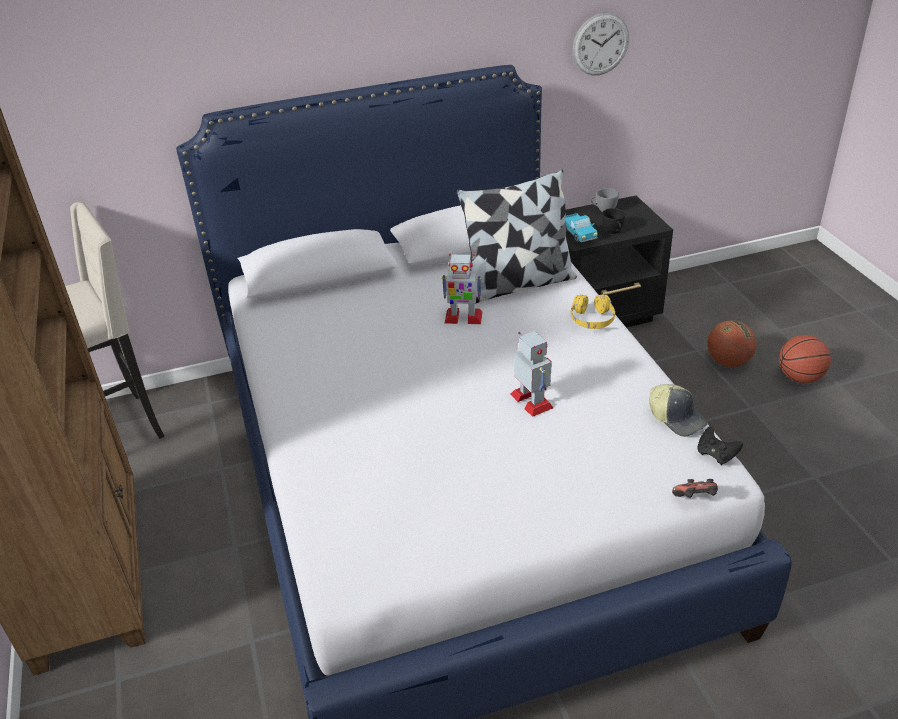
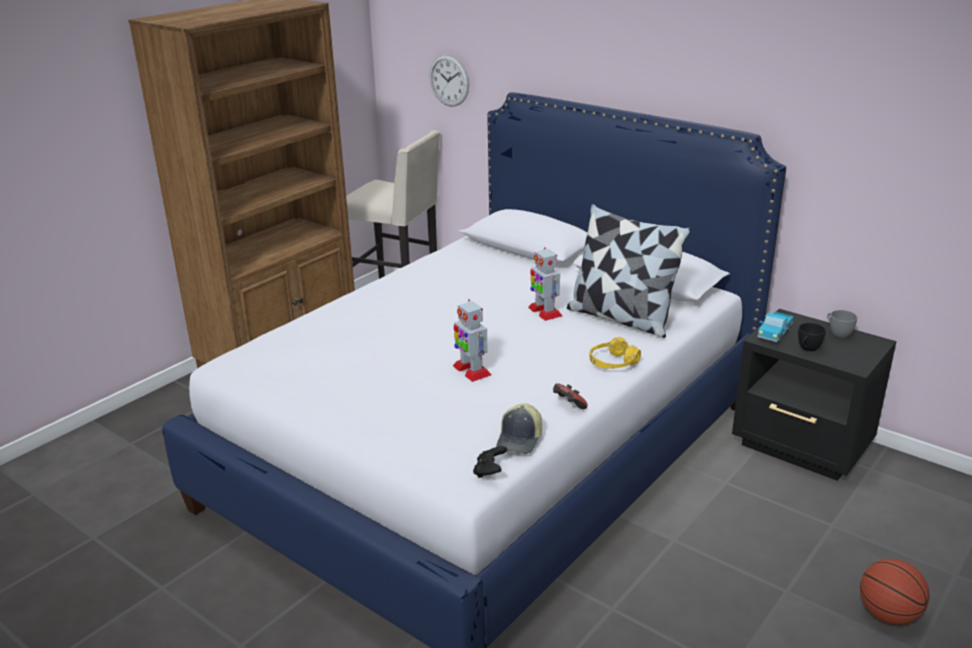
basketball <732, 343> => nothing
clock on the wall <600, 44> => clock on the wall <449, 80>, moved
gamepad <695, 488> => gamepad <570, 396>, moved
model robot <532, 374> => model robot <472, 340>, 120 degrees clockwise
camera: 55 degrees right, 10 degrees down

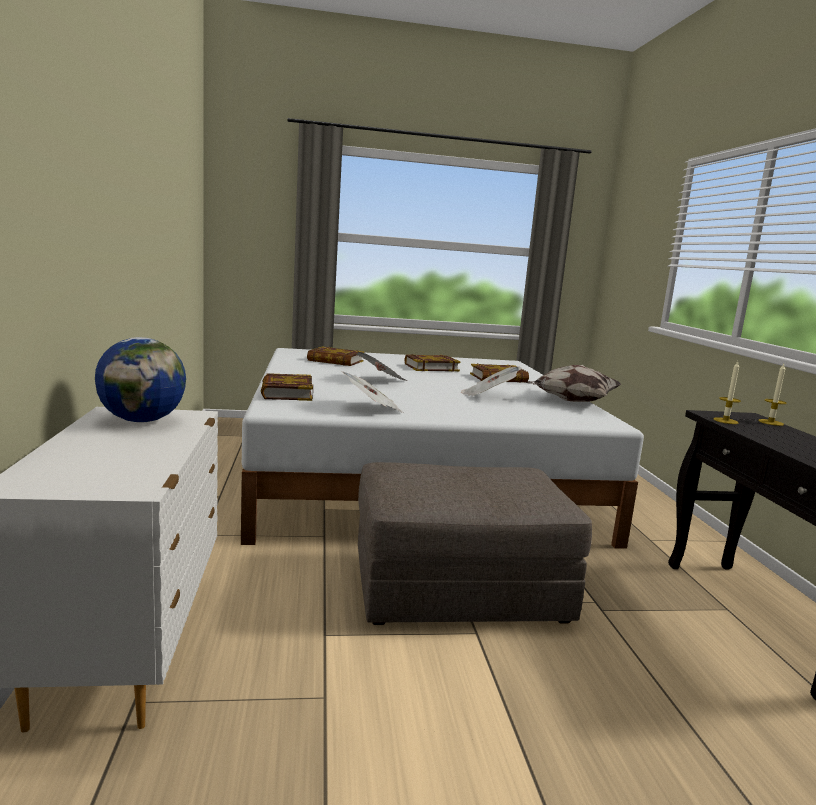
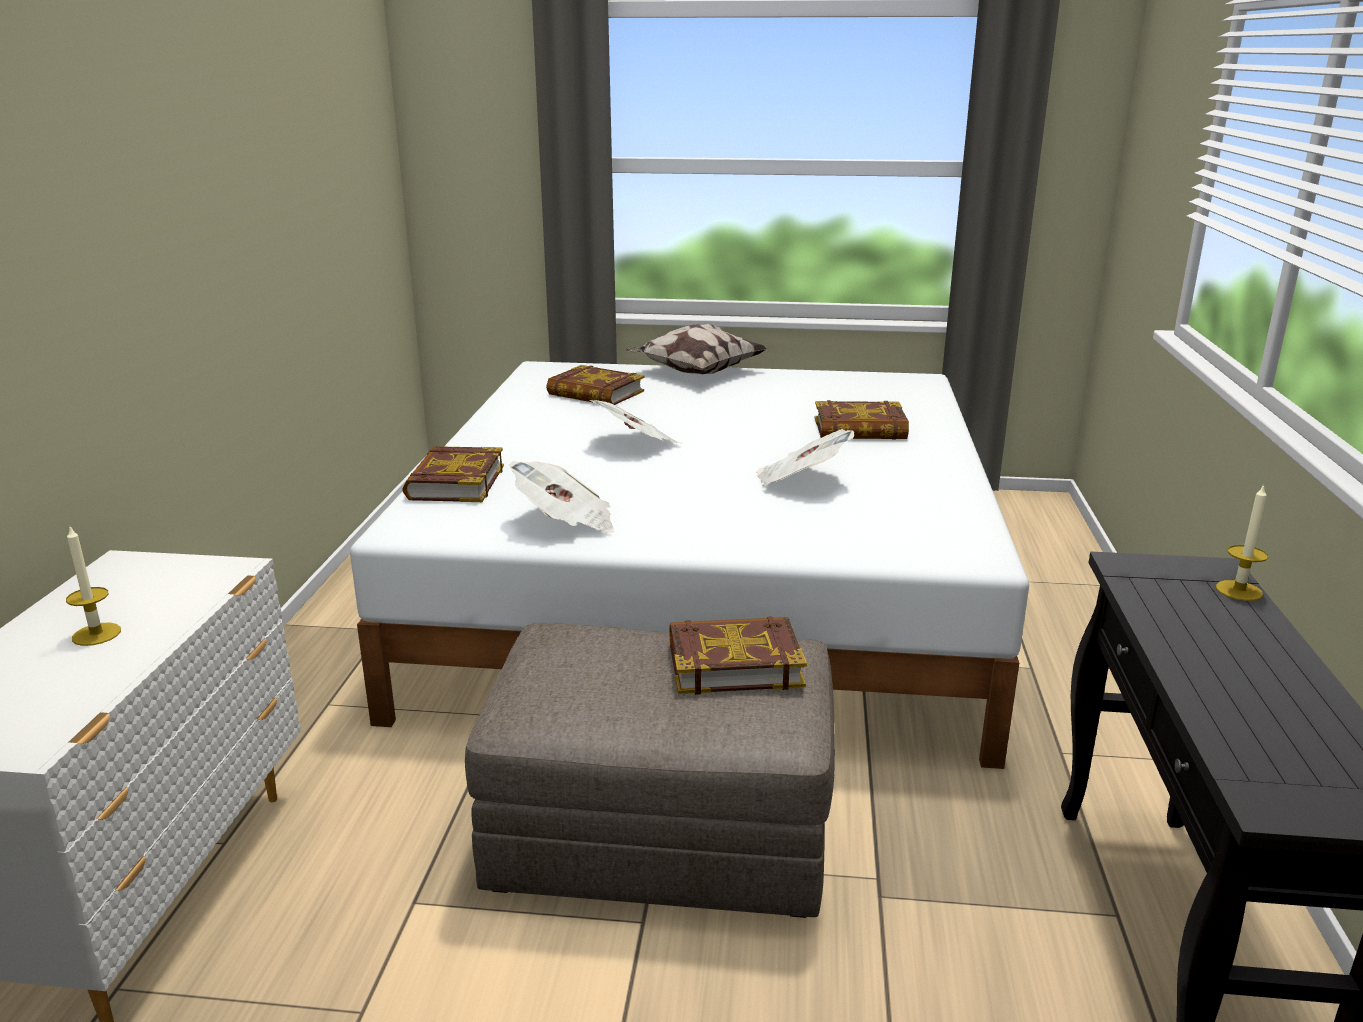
desk globe <140, 380> => nothing
book <433, 363> => book <738, 655>, moved
throw pillow <573, 383> => throw pillow <696, 349>, moved
wax light <727, 393> => wax light <93, 586>, moved
camera: 15 degrees right, 10 degrees up

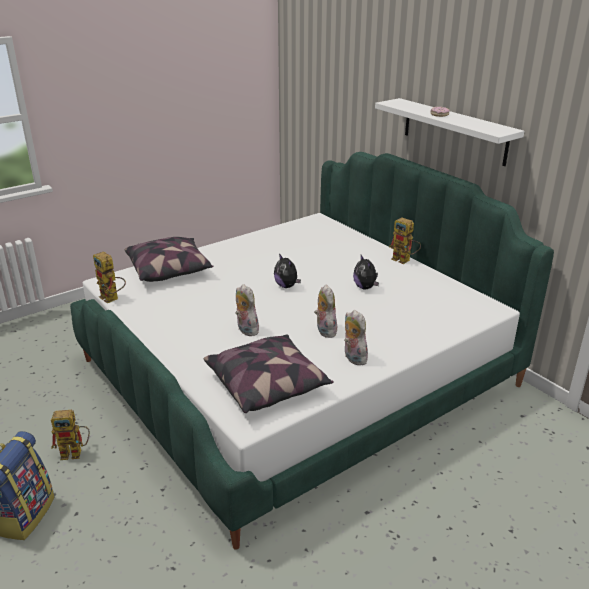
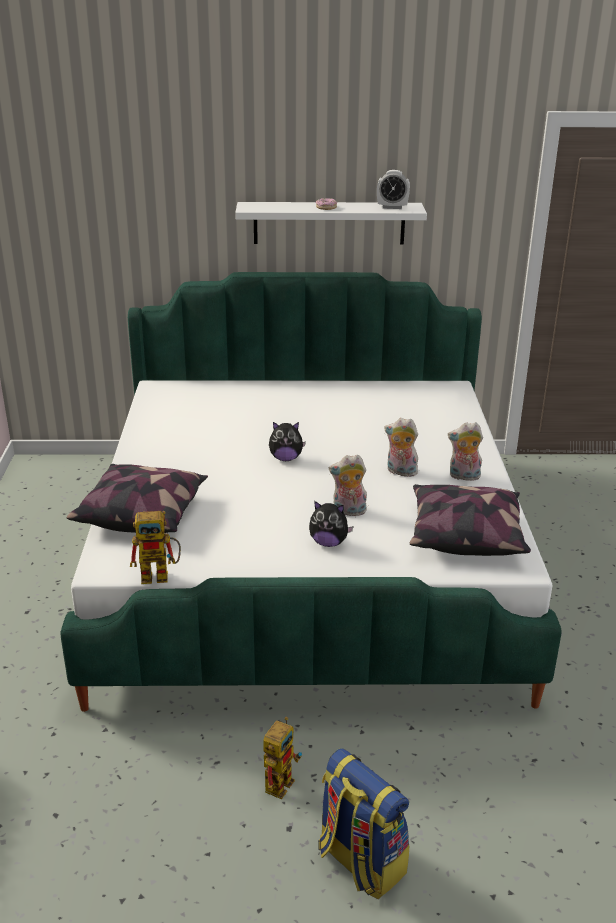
model robot <405, 241> => nothing
nothing => alarm clock <393, 189>
soft toy <366, 272> => soft toy <331, 524>, moved
camera: 55 degrees left, 0 degrees up

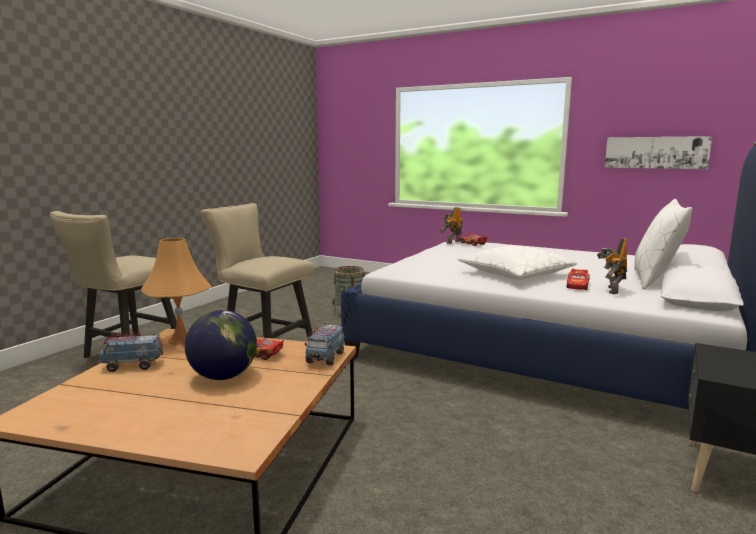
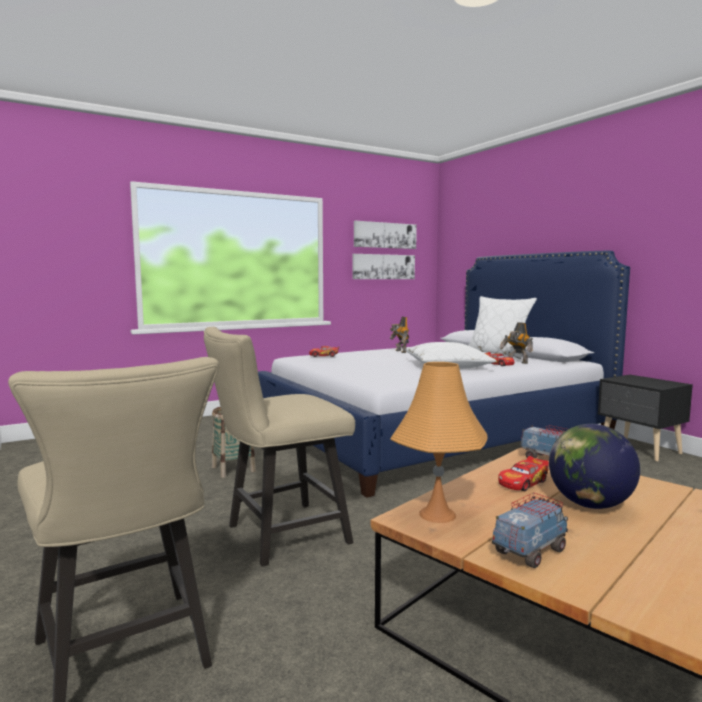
nothing => wall picture <385, 235>
model robot <451, 225> => model robot <399, 335>, moved
toy lorry <131, 351> => toy lorry <530, 530>, 150 degrees counterclockwise
camera: 60 degrees left, 5 degrees down

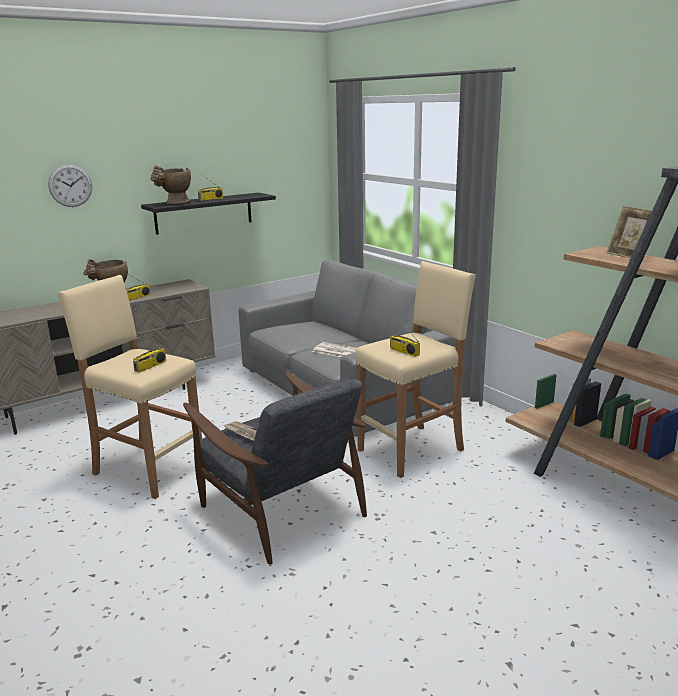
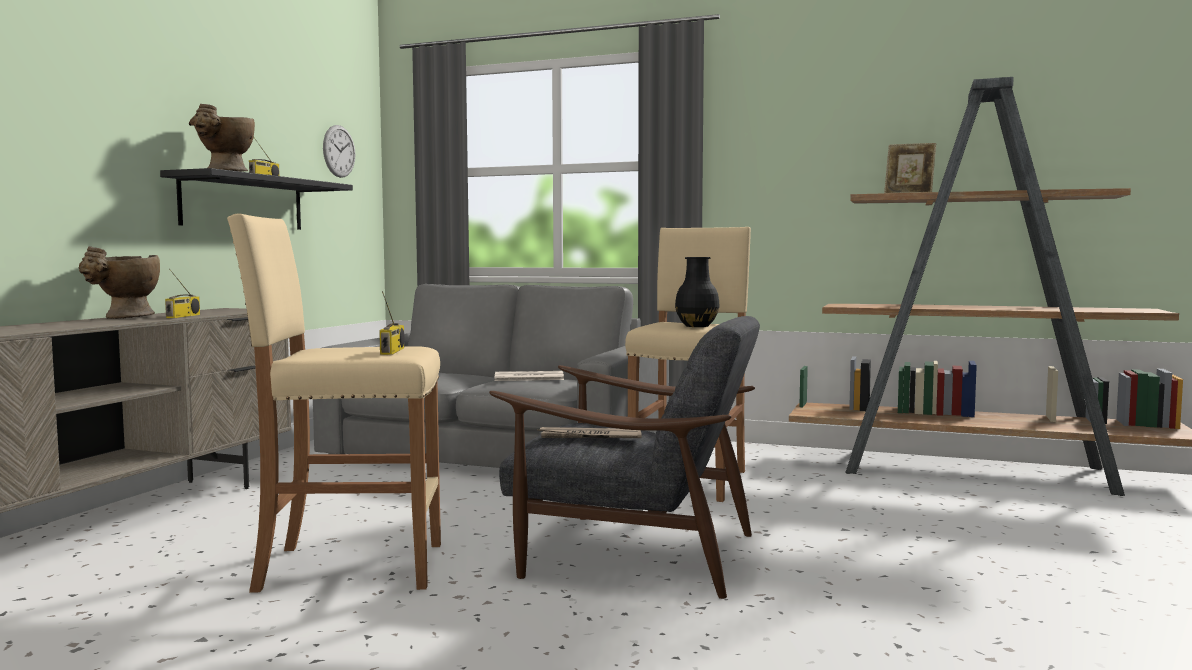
clock on the wall <70, 185> => clock on the wall <339, 151>, moved
radio receiver <405, 337> => decorative vase (black) <697, 292>
camera: 35 degrees left, 15 degrees down

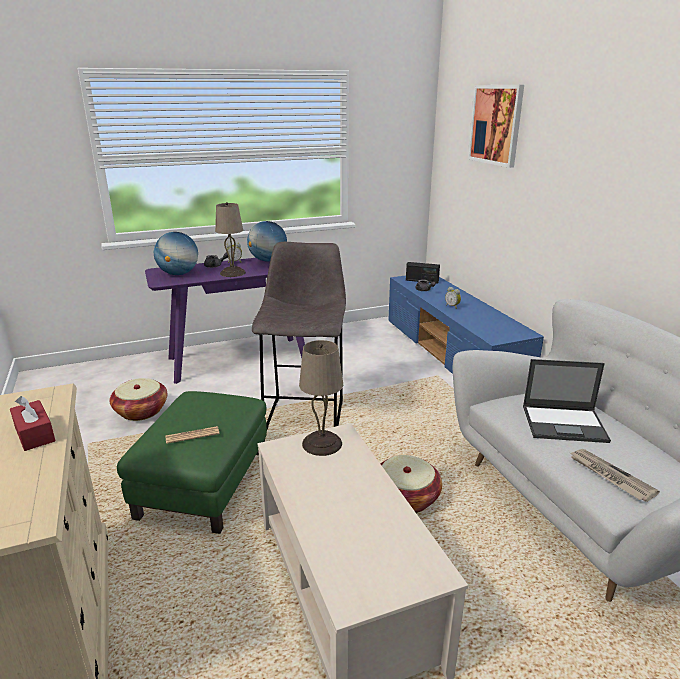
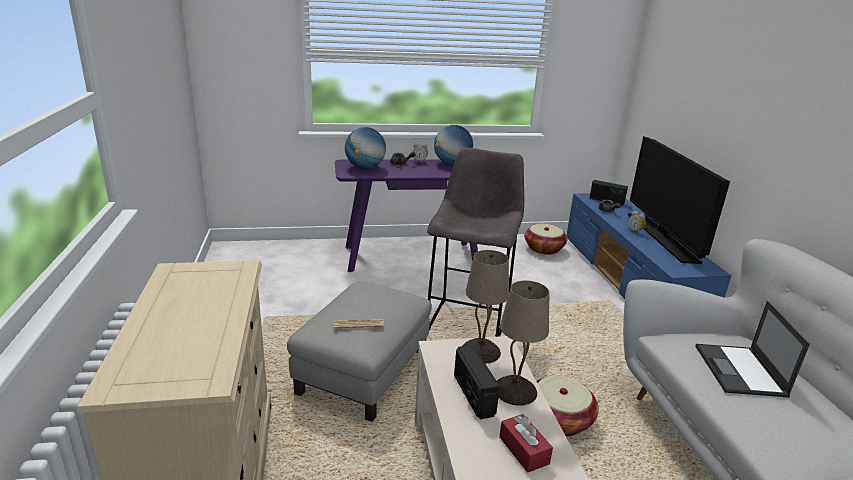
wall picture <496, 126> => nothing
printed paper <615, 475> => nothing
nothing => radio receiver <477, 382>
nothing => TV set <679, 200>
box of tissues (red-coloured) <33, 423> => box of tissues (red-coloured) <526, 443>, moved
basket <139, 399> => basket <546, 239>, moved
lamp for a table (sand-coloured) <230, 239> => lamp for a table (sand-coloured) <523, 343>, moved
footrest (greenish) <192, 462> => footrest (gray) <359, 351>
portable computer <567, 401> => portable computer <752, 349>, 75 degrees clockwise
camera: 10 degrees right, 0 degrees up

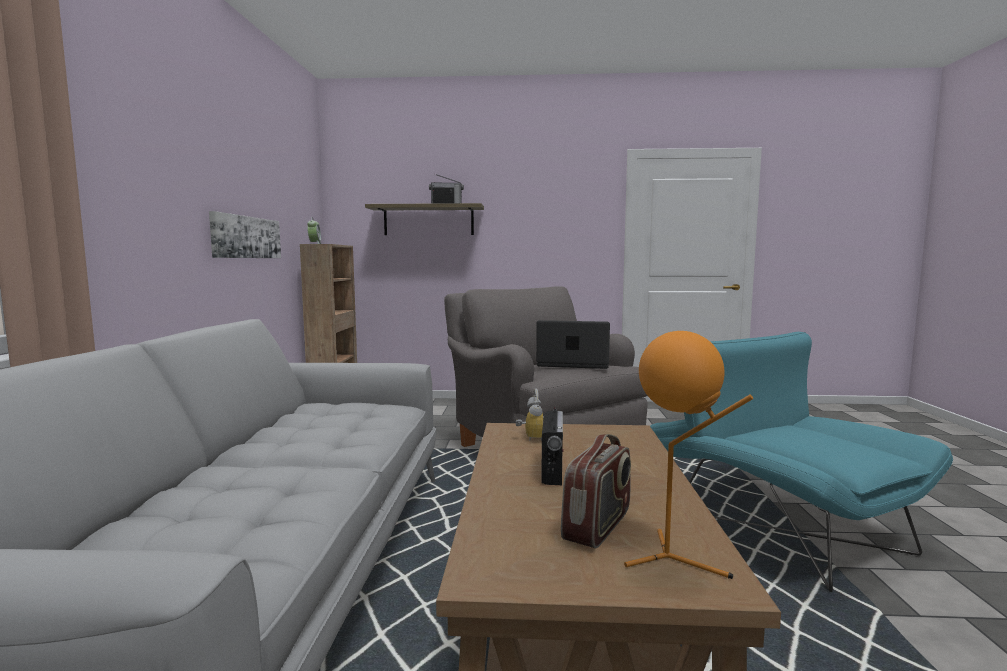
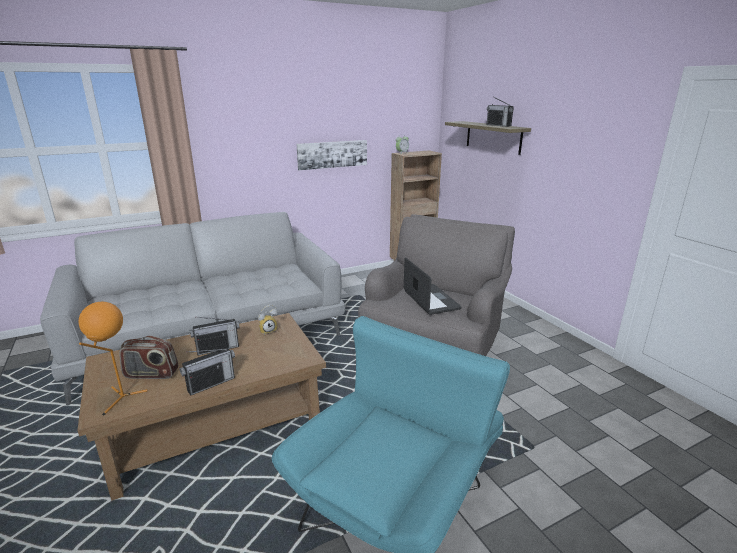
nothing => radio receiver <207, 372>
camera: 60 degrees right, 15 degrees up

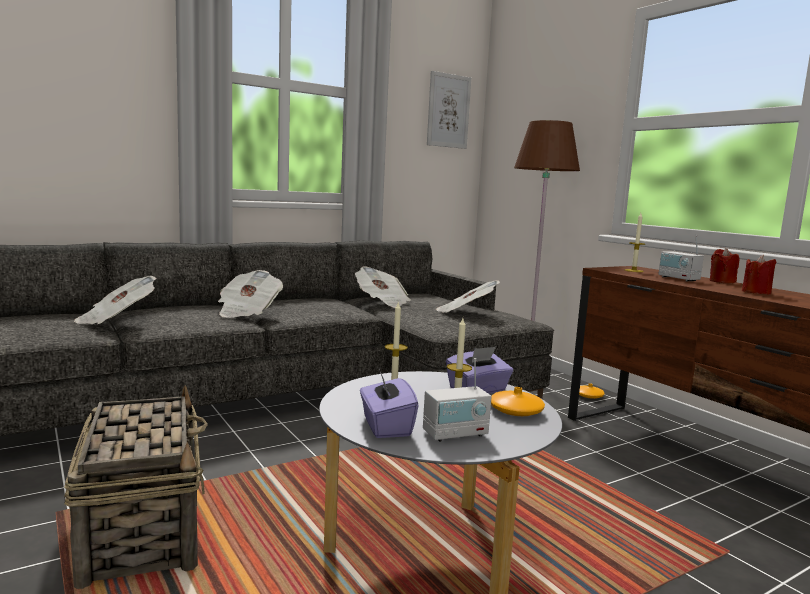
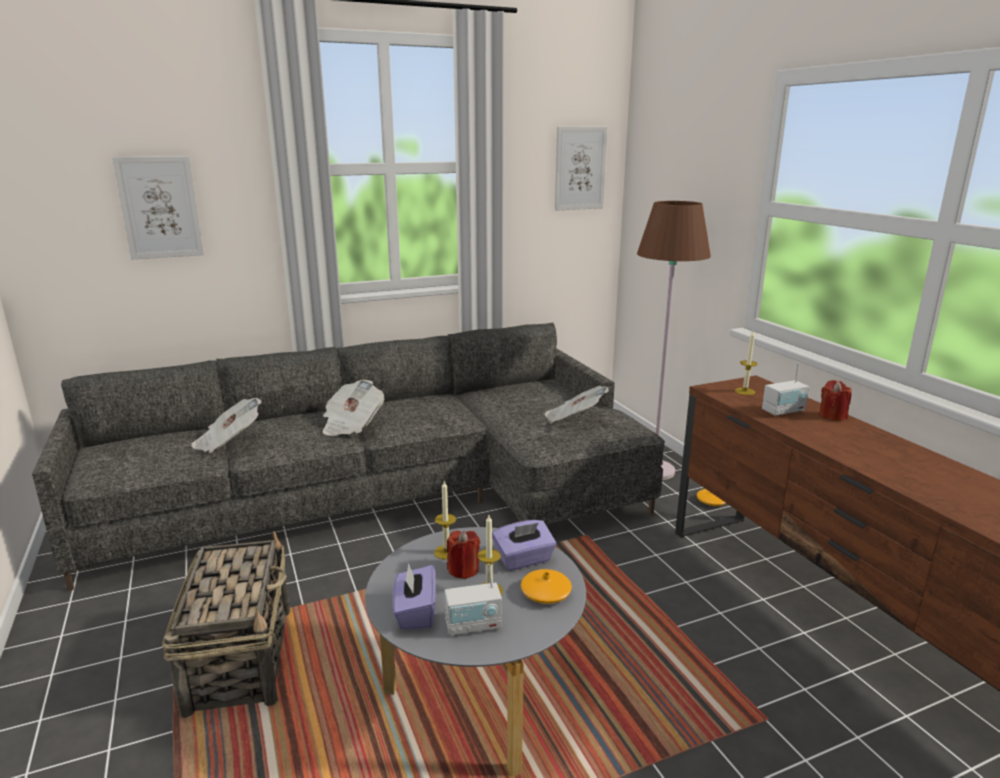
printed paper <383, 287> => nothing
nothing => wall picture <158, 208>
wax light (red-coloured) <759, 275> => wax light (red-coloured) <463, 554>, moved
radio receiver <681, 258> => radio receiver <785, 389>, 90 degrees counterclockwise
camera: 10 degrees right, 10 degrees up

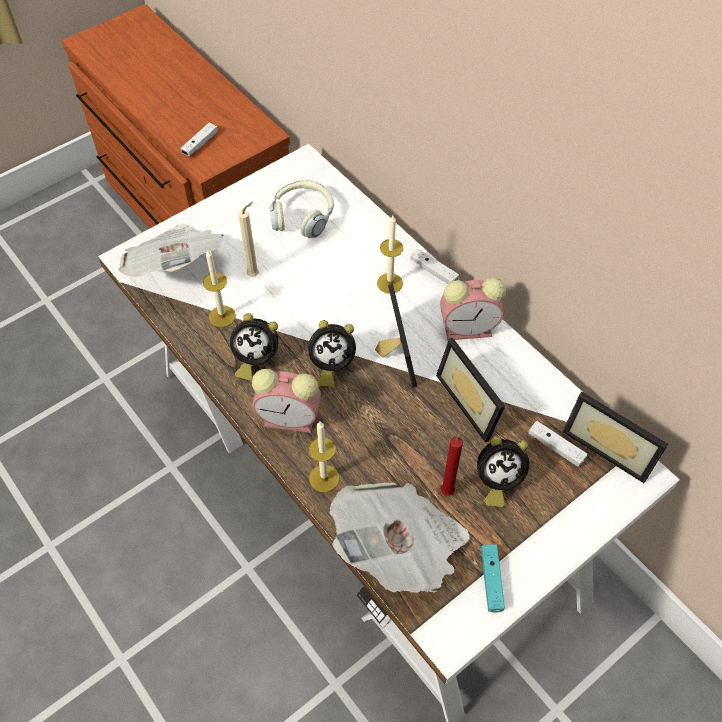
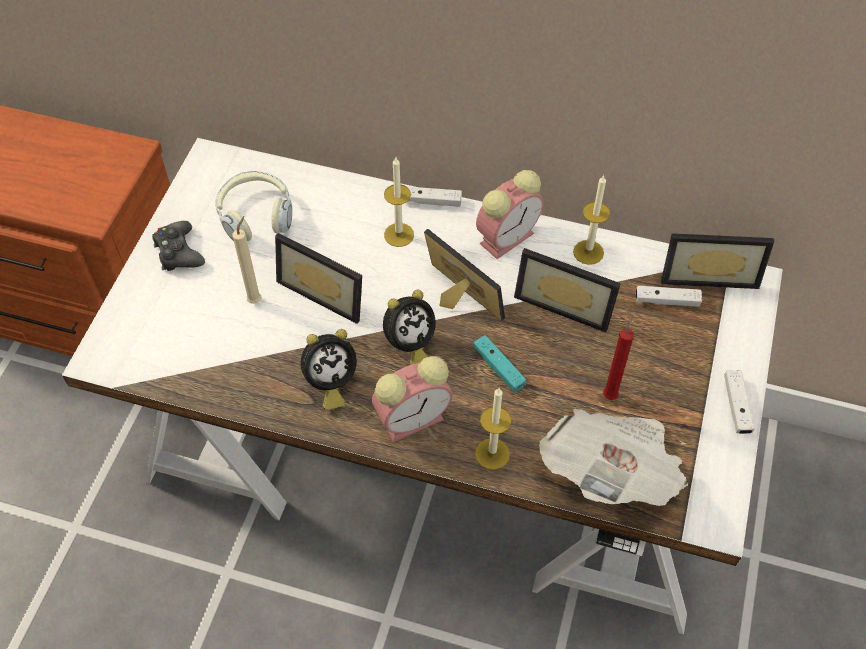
printed paper <171, 250> => nothing
alarm clock <503, 471> => nothing
nothing => gamepad (black) <178, 246>
nothing => standing frame <318, 278>
gamepad (white-coloured) <199, 139> => gamepad (white-coloured) <739, 402>, moved
wax light <219, 288> => wax light <591, 220>, moved
gamepad (turquoise-coloured) <493, 578> => gamepad (turquoise-coloured) <499, 363>, moved
camera: 35 degrees left, 0 degrees up

